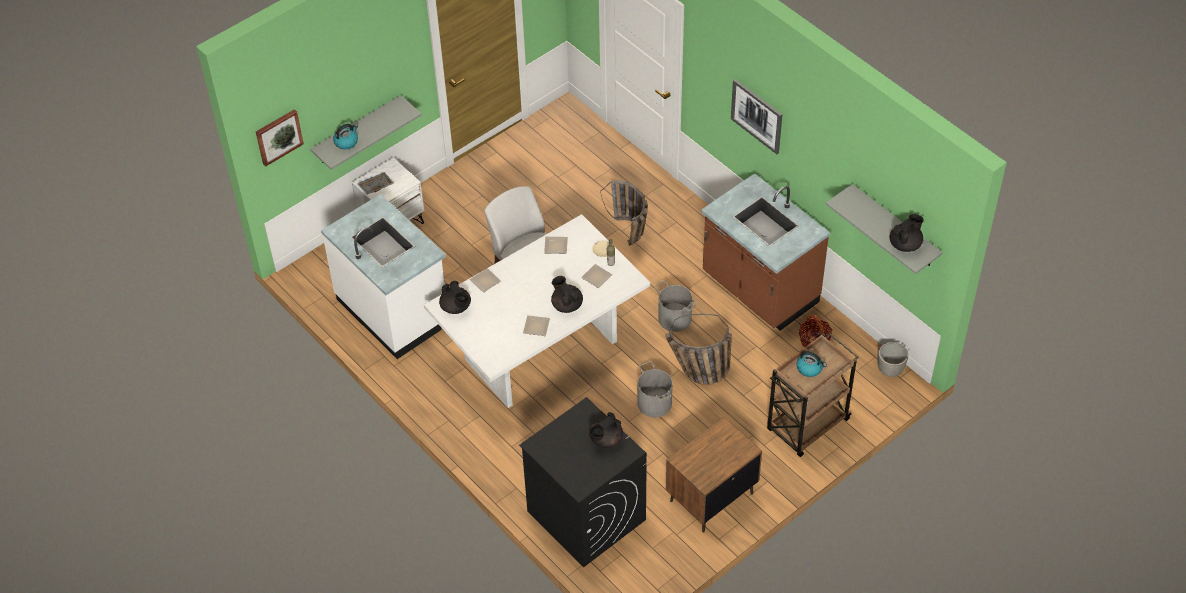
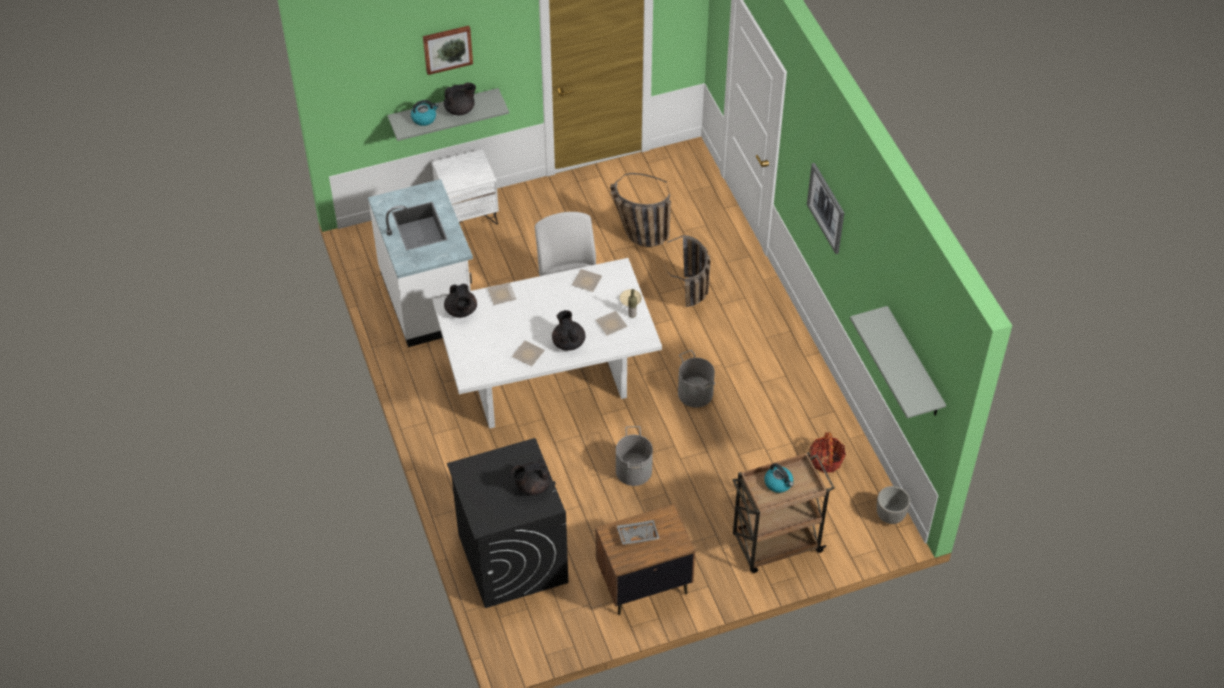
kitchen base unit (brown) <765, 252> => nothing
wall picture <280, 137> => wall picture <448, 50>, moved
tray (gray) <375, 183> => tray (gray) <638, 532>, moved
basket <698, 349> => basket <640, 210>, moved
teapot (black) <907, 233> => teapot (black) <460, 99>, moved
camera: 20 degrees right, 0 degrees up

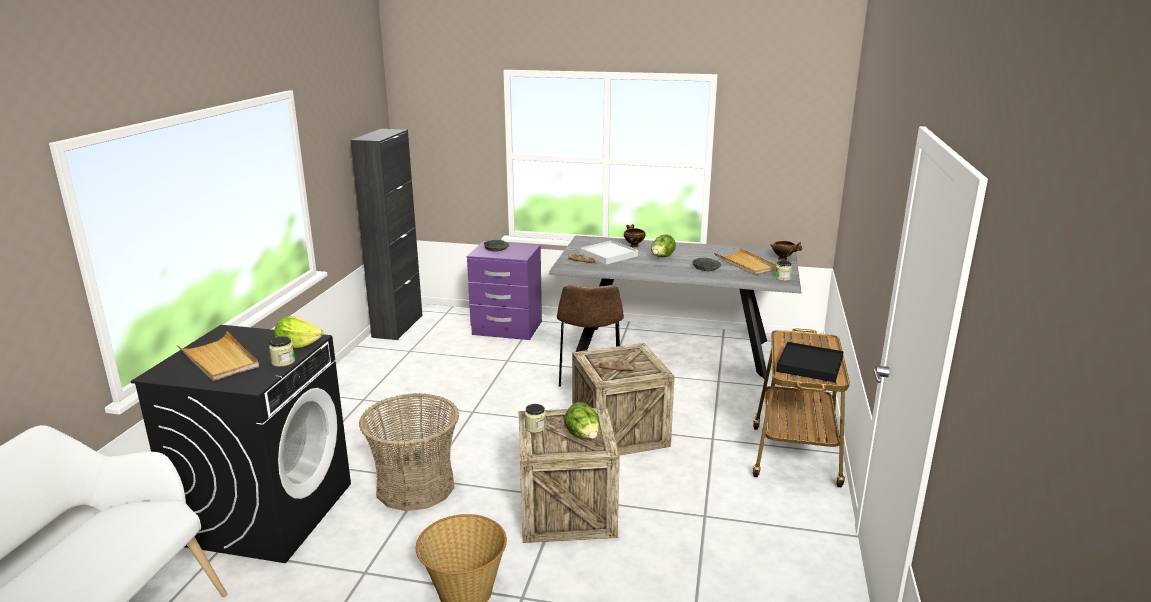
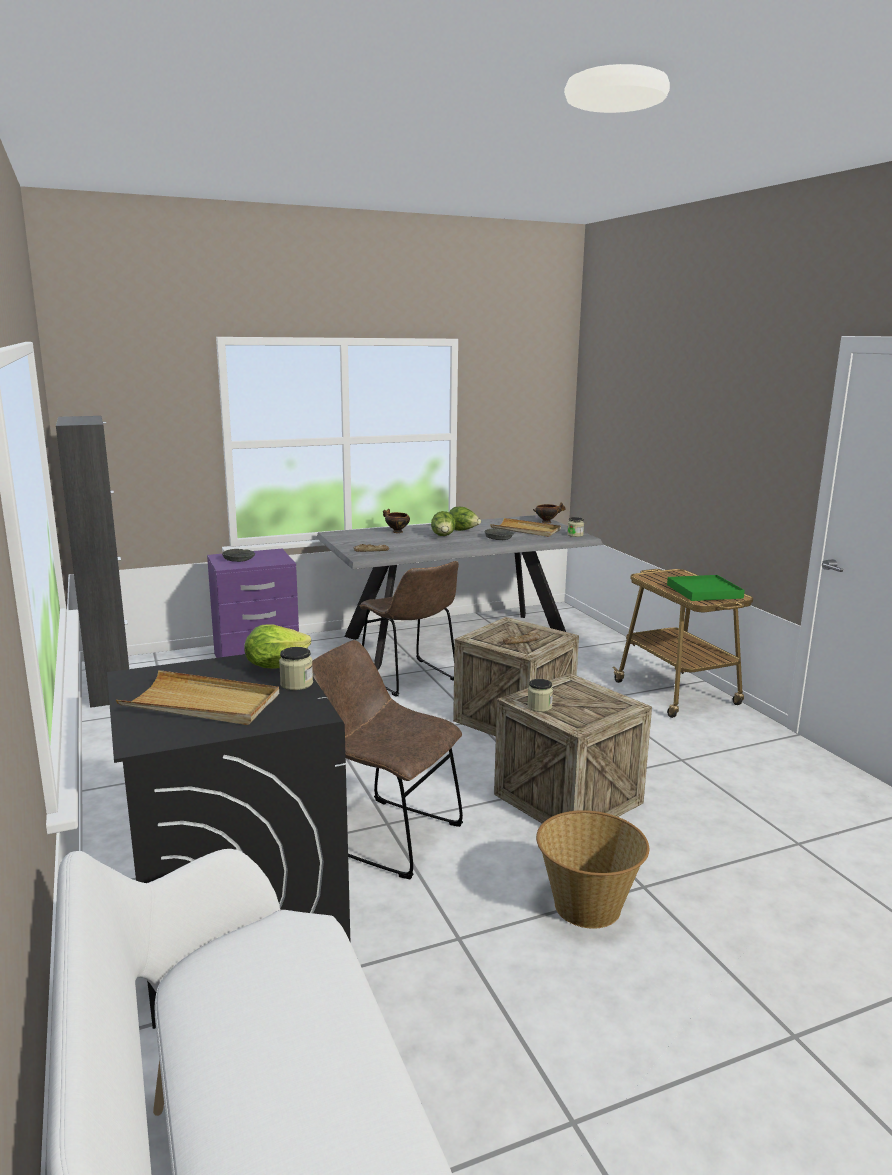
tray (white-coloured) <609, 252> => nothing
lettuce <582, 420> => lettuce <465, 519>, moved
basket <409, 452> => plain chair (brown) <387, 759>
tray (black) <810, 362> => tray (greenish) <706, 588>
camera: 35 degrees left, 5 degrees down

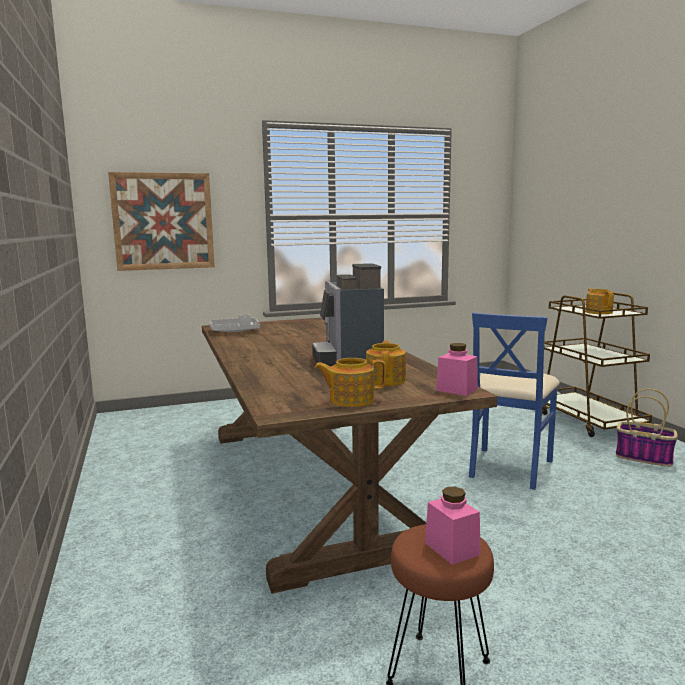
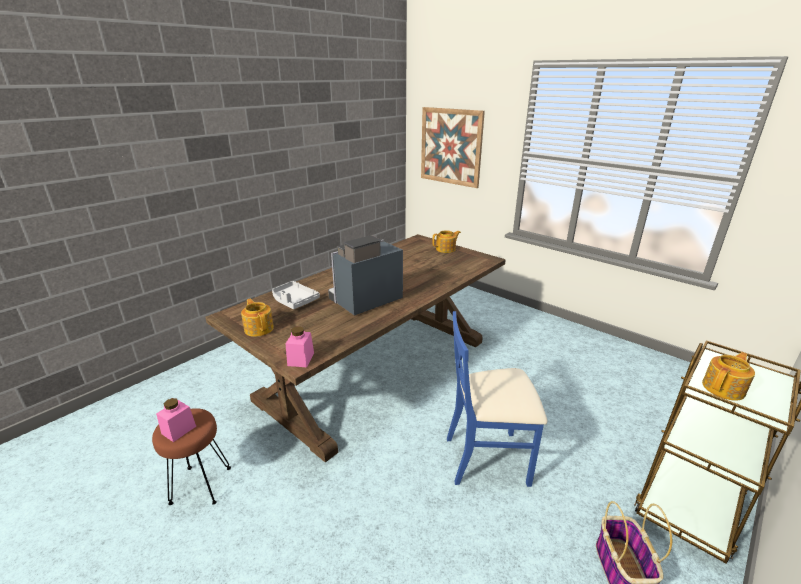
tray (gray) <234, 323> => tray (gray) <296, 295>, moved
teapot <386, 363> => teapot <446, 241>, moved
camera: 60 degrees right, 15 degrees up

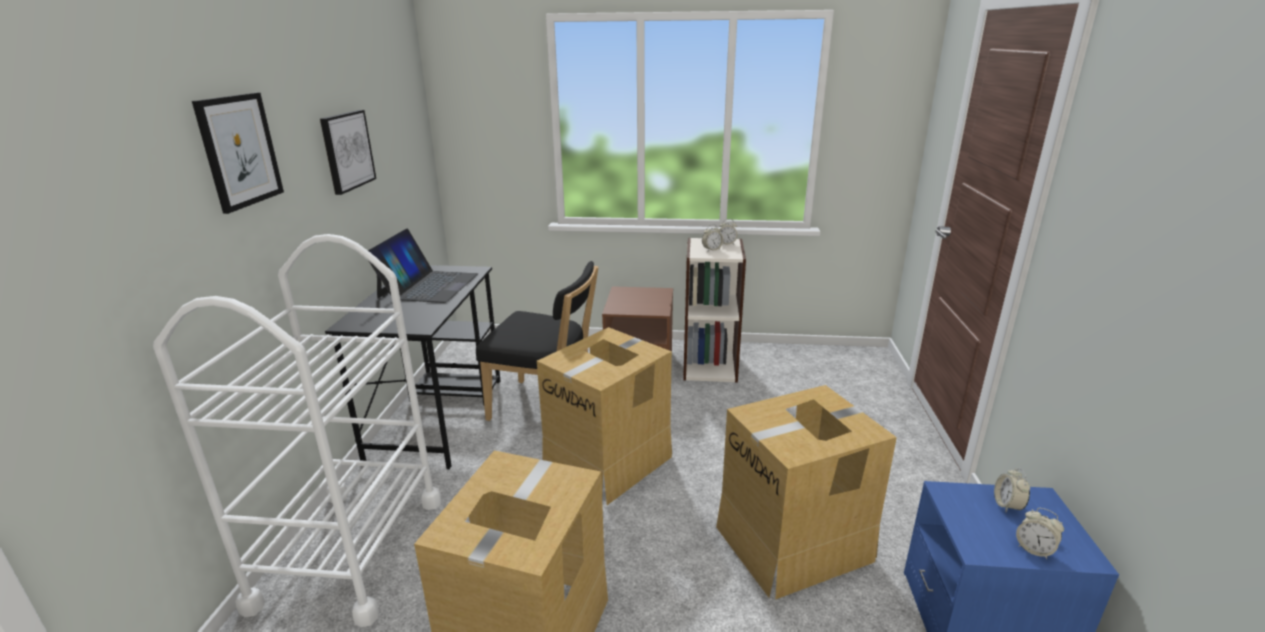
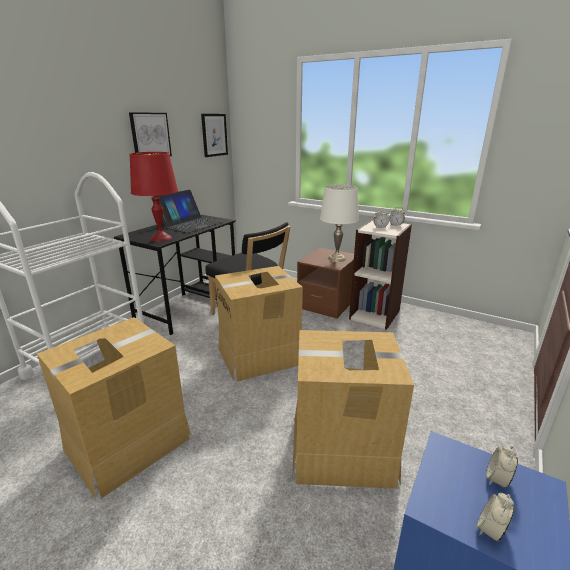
nothing => lamp for a table (red-coloured) <154, 197>
nothing => lamp for a table (white-coloured) <339, 223>
wall picture <238, 153> => wall picture <214, 135>, moved
alarm clock <1040, 533> => alarm clock <495, 517>, 60 degrees clockwise
camera: 25 degrees right, 0 degrees up

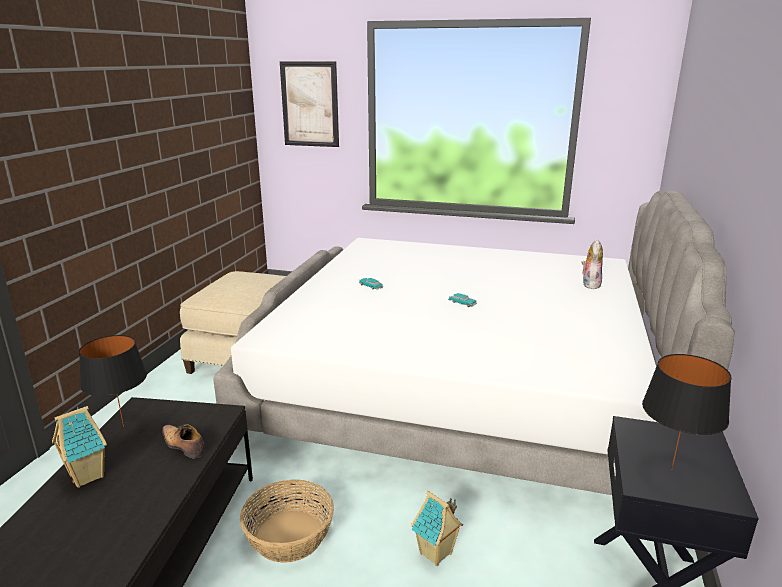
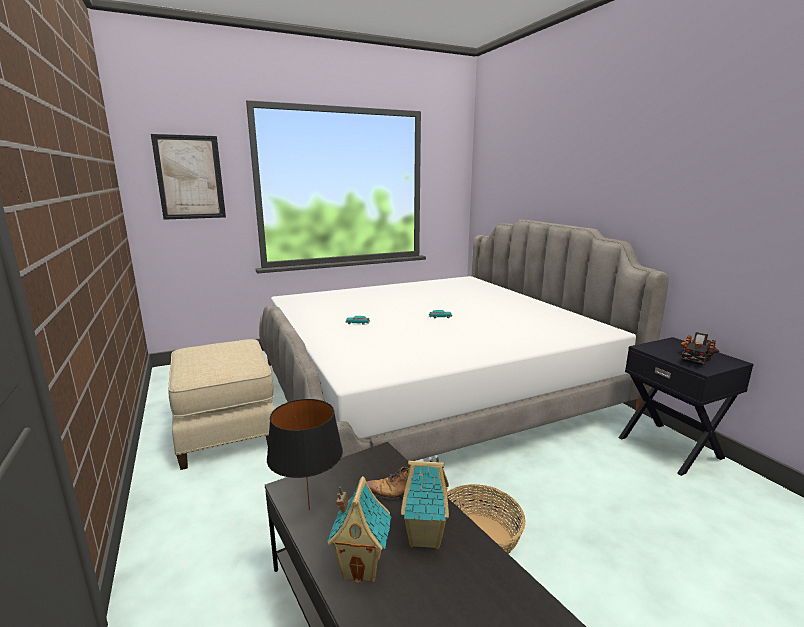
soft toy <592, 264> => nothing
toy house <437, 528> => toy house <425, 503>, moved
lamp for a table (black) <687, 412> => toy lorry <700, 348>
camera: 40 degrees left, 5 degrees down

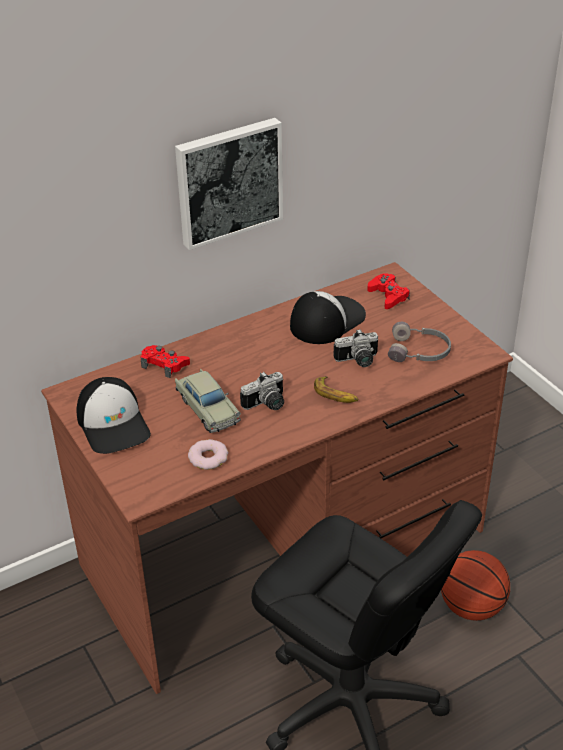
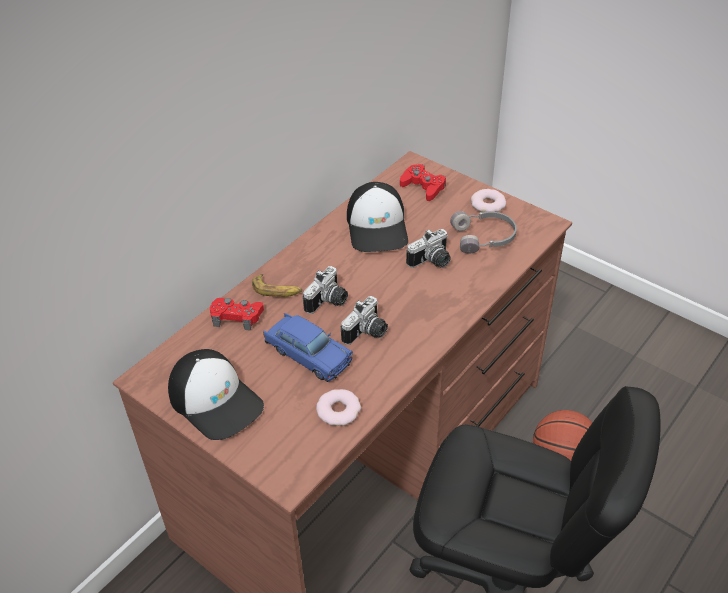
wall picture <229, 184> => nothing
nothing => still camera <325, 290>
nothing => doughnut <488, 200>
whole banana <336, 389> => whole banana <277, 285>, moved
toy car (sand-coloured) <208, 401> => toy car (bluish) <308, 347>
peaked cap <328, 317> => peaked cap <377, 217>, 150 degrees clockwise
camera: 20 degrees left, 5 degrees up

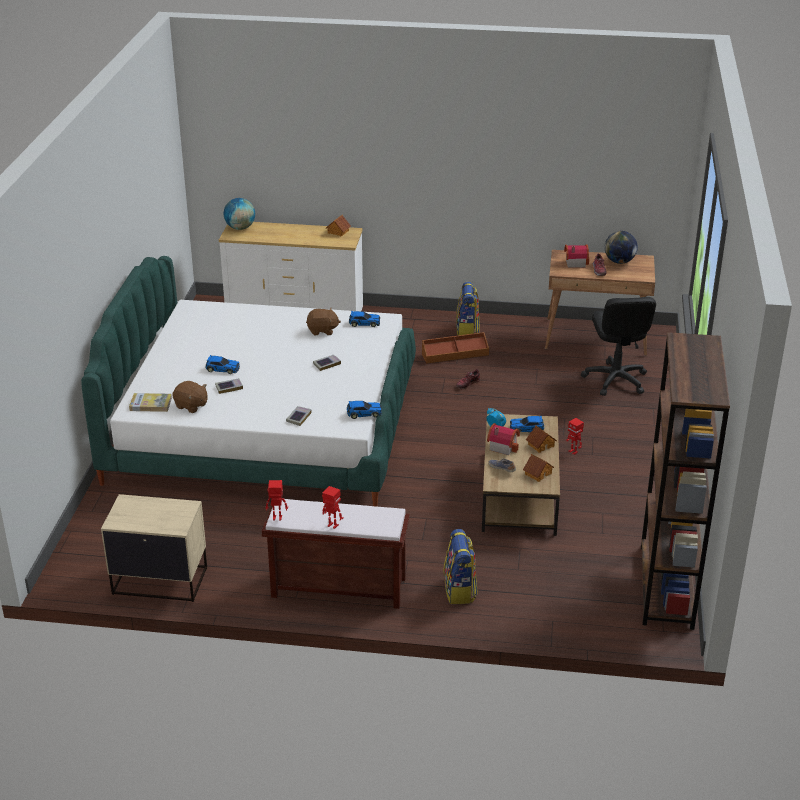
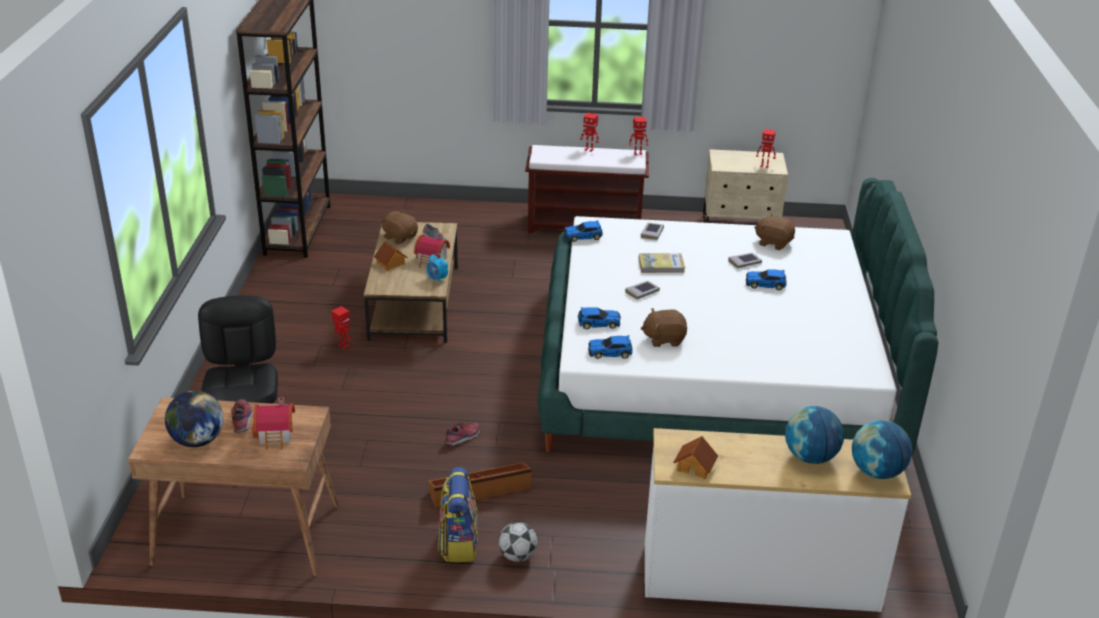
backpack <460, 566> => nothing
nothing => football <518, 542>
nothing => model robot <766, 148>
nothing => desk globe <814, 435>
book <150, 402> => book <661, 263>, moved
toy car <527, 423> => toy car <599, 318>, moved
toy house <538, 468> => soft toy (brown) <399, 227>
camera: 175 degrees right, 0 degrees up

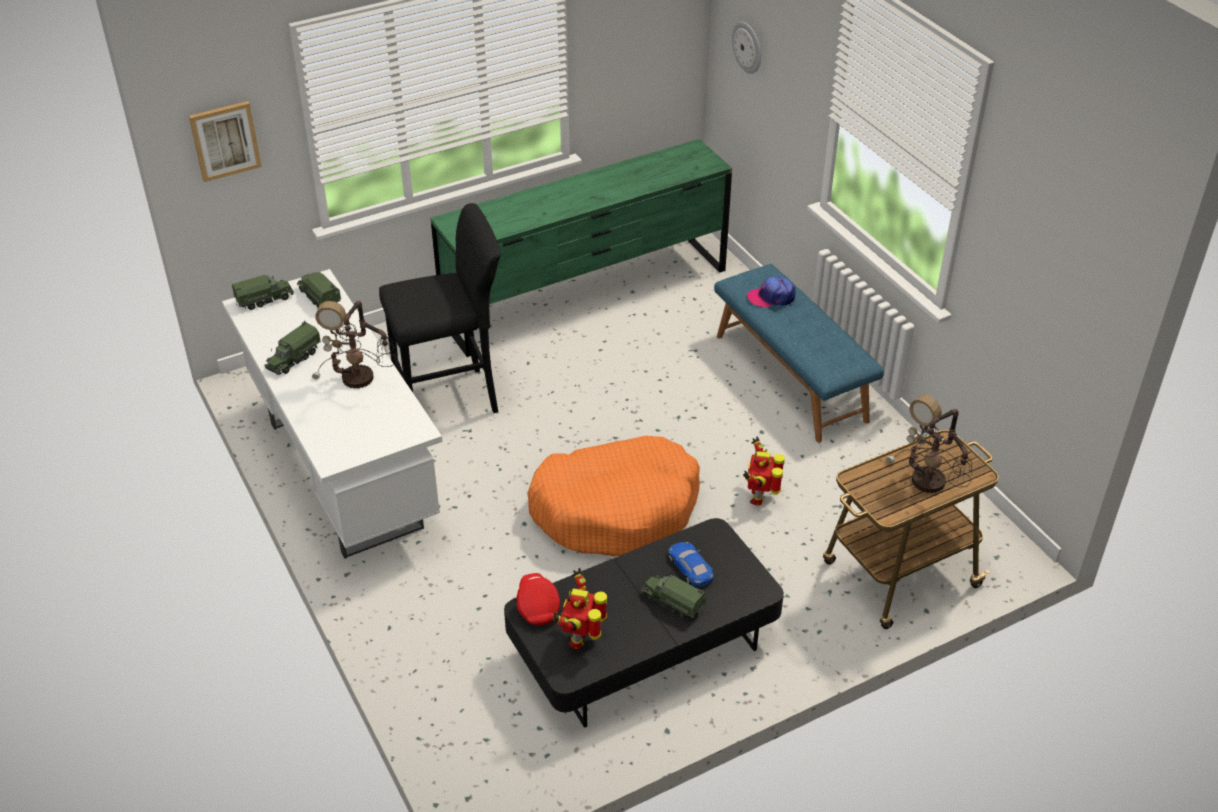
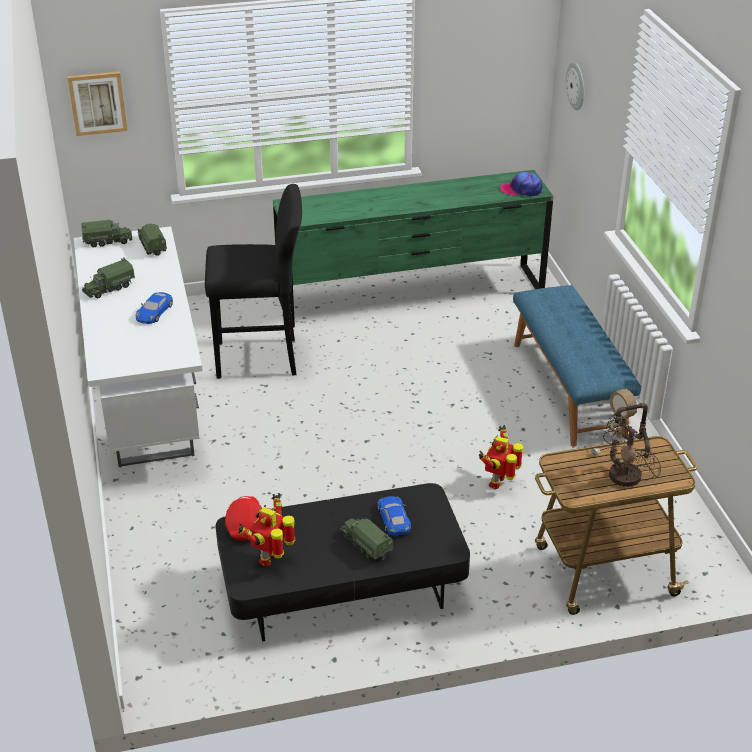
dog cushion (orangey) <613, 496> => nothing
peaked cap <771, 291> => peaked cap <521, 184>, moved
lamp for a table <355, 345> => toy car (bluish) <154, 308>
camera: 15 degrees right, 5 degrees down

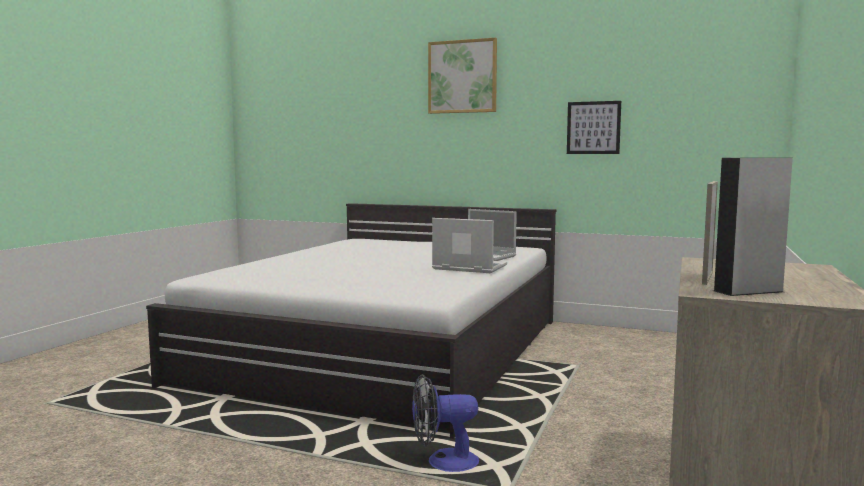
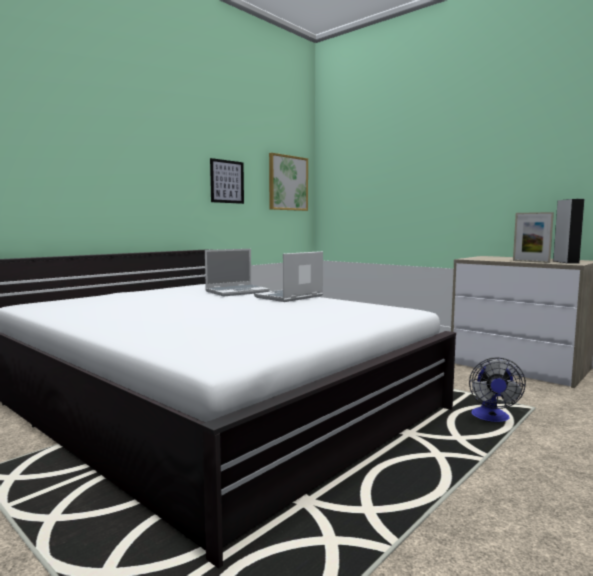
wall picture <462, 75> => wall picture <288, 182>, moved
camera: 70 degrees left, 0 degrees up

